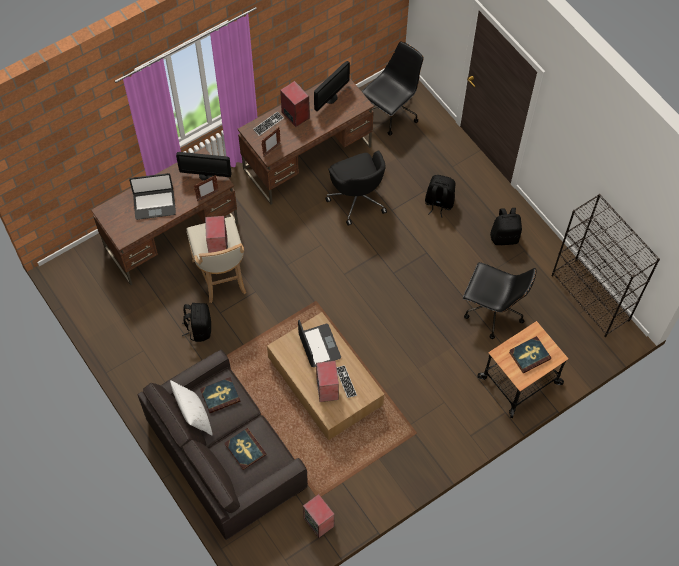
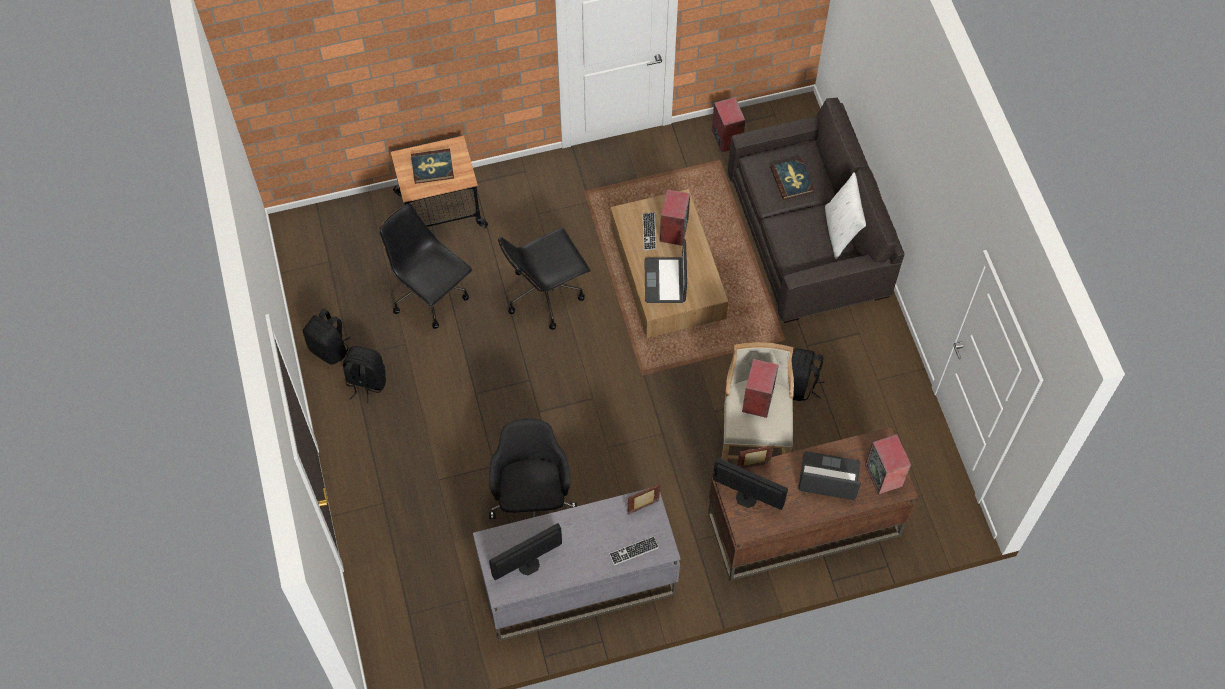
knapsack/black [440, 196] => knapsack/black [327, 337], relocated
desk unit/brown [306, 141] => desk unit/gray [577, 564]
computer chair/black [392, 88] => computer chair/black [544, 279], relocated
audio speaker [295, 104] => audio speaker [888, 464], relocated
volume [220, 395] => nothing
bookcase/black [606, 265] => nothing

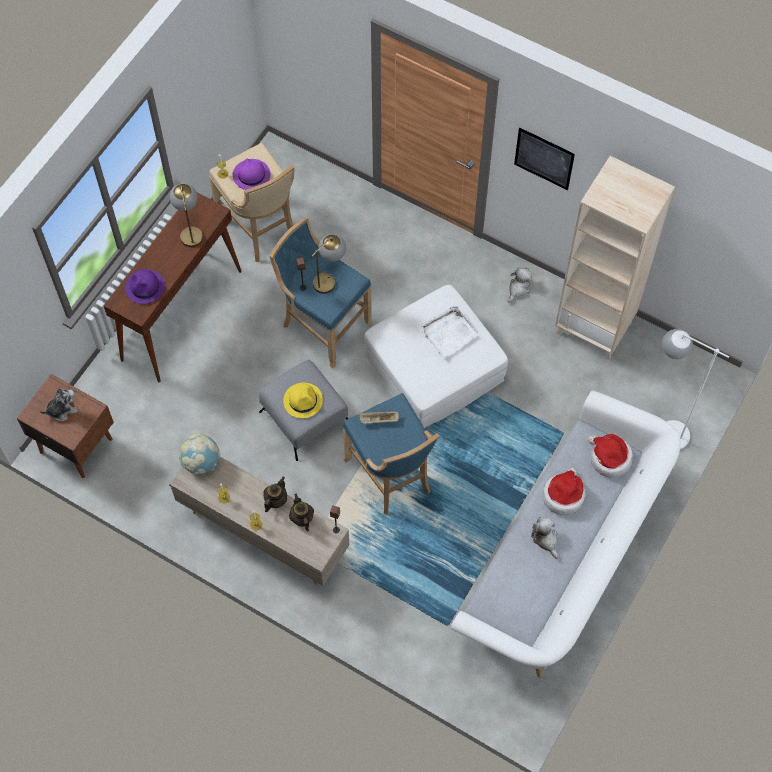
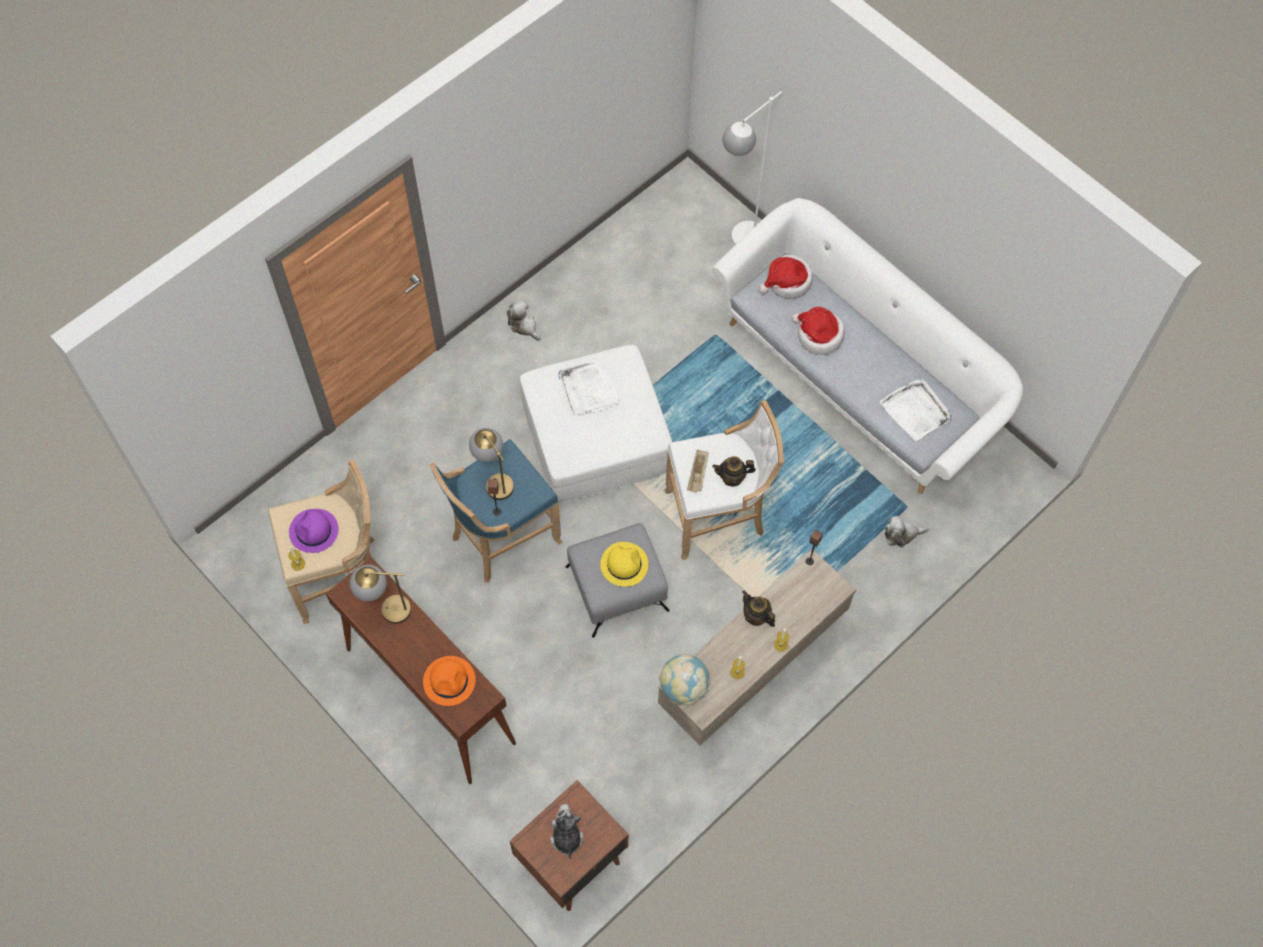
hat/purplish [145, 286] => hat/orange [449, 681]
stool seat/blue [391, 454] => stool seat/whitish [724, 480]
tea pot [301, 512] => tea pot [734, 471], relocated
nothing => serving tray/whitish [915, 410]
soft toy [544, 538] => soft toy [906, 531], relocated
picture [544, 159] => nothing
bookcase/beige [615, 258] => nothing

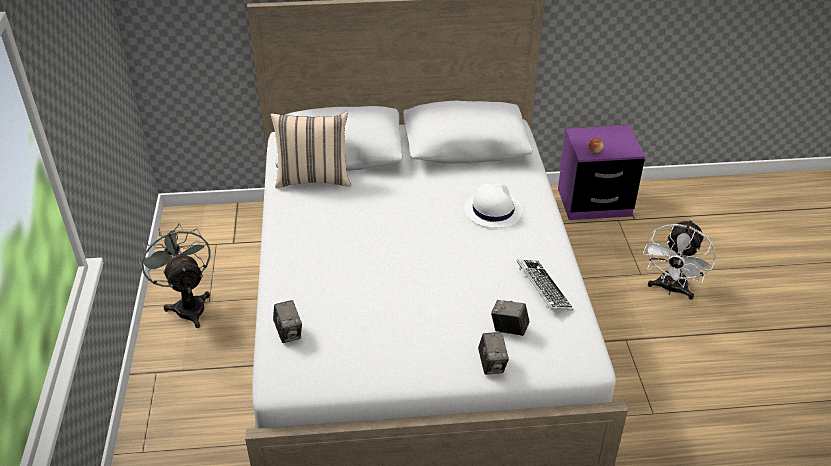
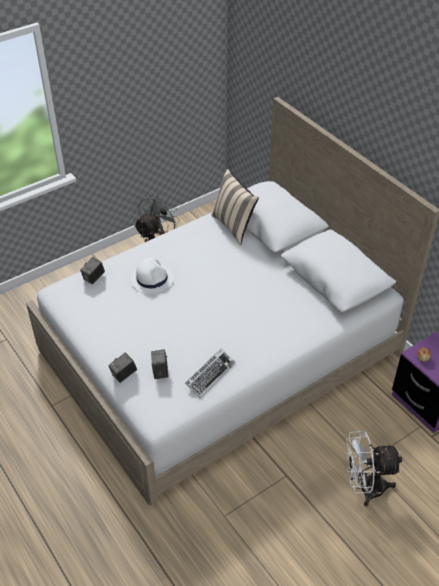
hat/whitish [493, 206] => hat/whitish [152, 276], relocated

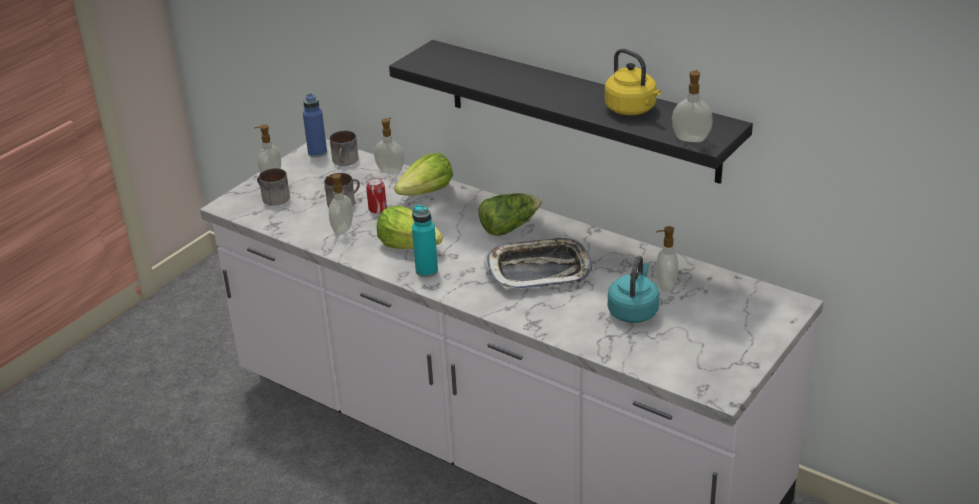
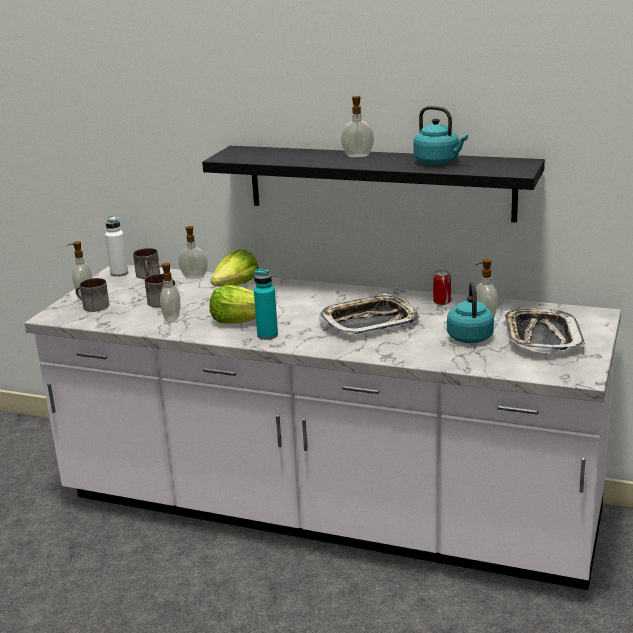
bottle/blue [315, 125] => bottle/whitish [116, 246]
liquid soap bottle [692, 106] => liquid soap bottle [357, 126], relocated
tea kettle/yellow-coloured [633, 82] => tea kettle/blue-green [441, 135]
sealed can [376, 196] => sealed can [442, 287], relocated
nothing => serving tray [544, 331]
lettuce [510, 214] => nothing

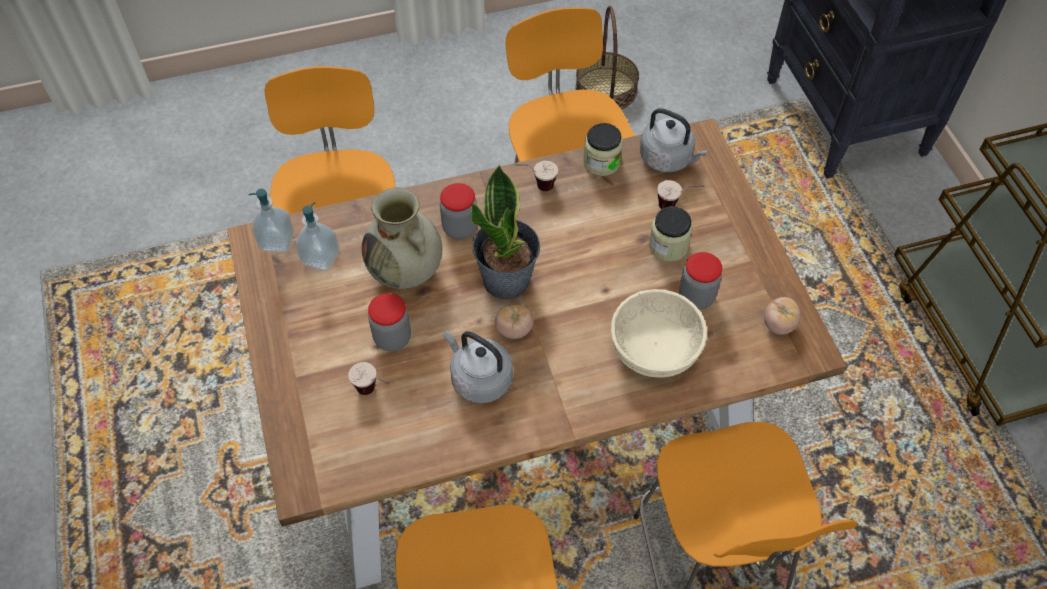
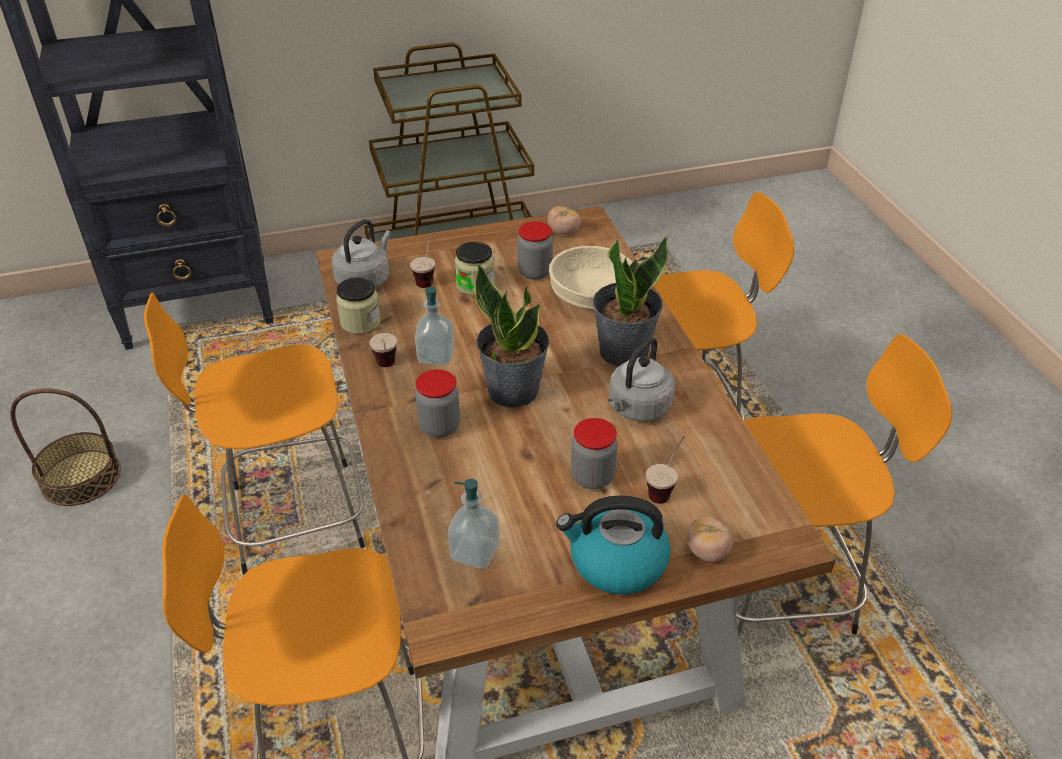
liquid soap bottle [271, 221] => liquid soap bottle [435, 326], relocated
nothing => tea kettle [613, 545]
nothing => houseplant [630, 301]
tomato [514, 322] => tomato [710, 539], relocated
decorative vase/beige [402, 238] => nothing

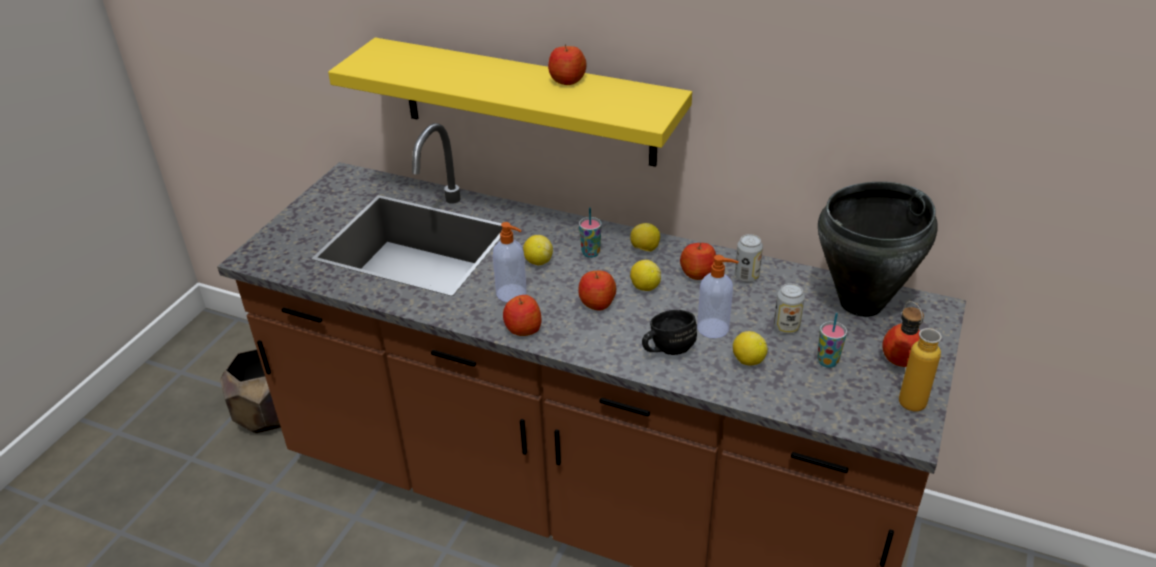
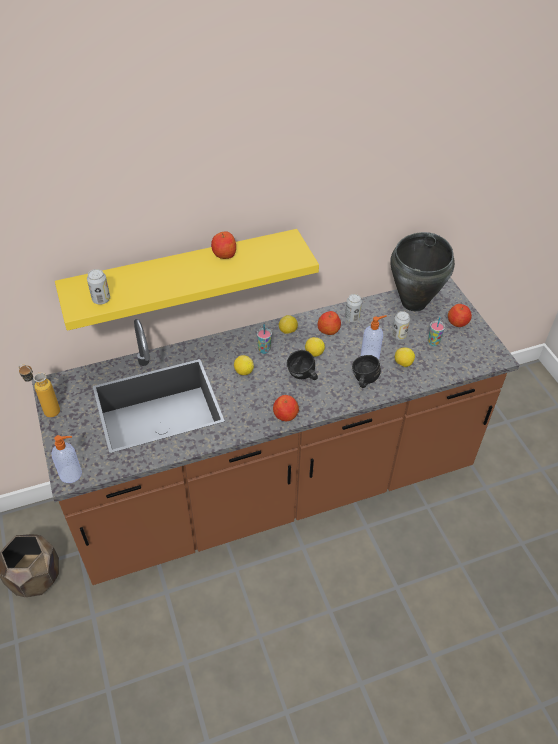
bottle [920, 356] => bottle [39, 391], relocated
liquid soap bottle [510, 262] => liquid soap bottle [67, 459], relocated
nothing => sealed can [98, 287]
whole apple [597, 291] => mug/black [302, 365]

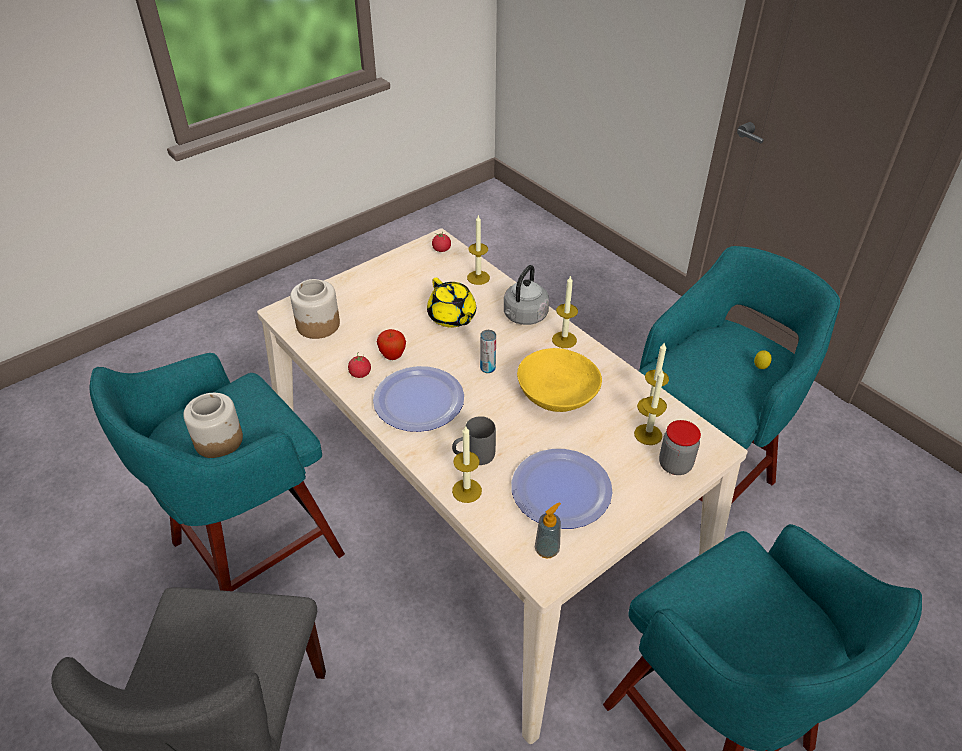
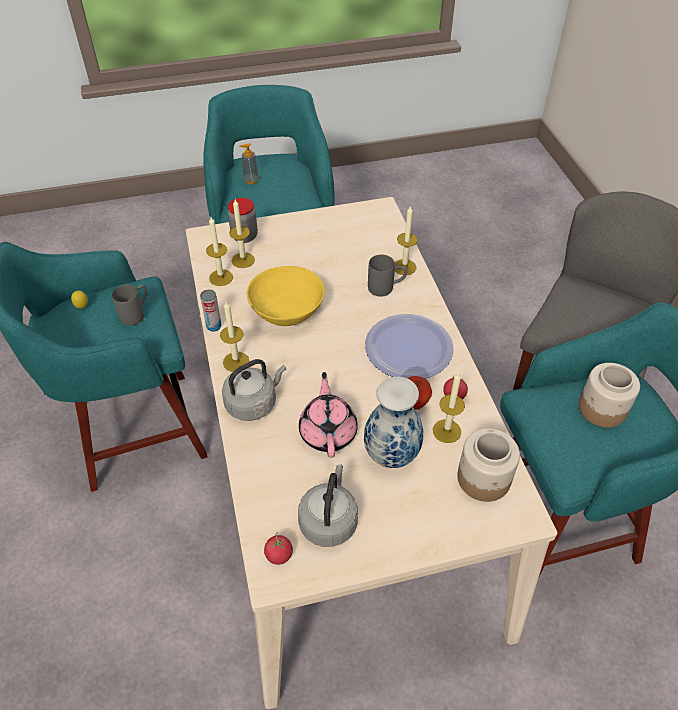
nothing => mug/gray [129, 305]
sealed can [488, 351] => sealed can [211, 311], relocated
liquid soap bottle [548, 530] => liquid soap bottle [249, 163], relocated
nothing => tea kettle/gray [328, 505]
tea pot/yellow-coloured [451, 303] => tea pot/pinkish [328, 415]
nothing => decorative vase [393, 422]
wax light [478, 249] => wax light [449, 407], relocated
dinner plate [562, 489] => nothing

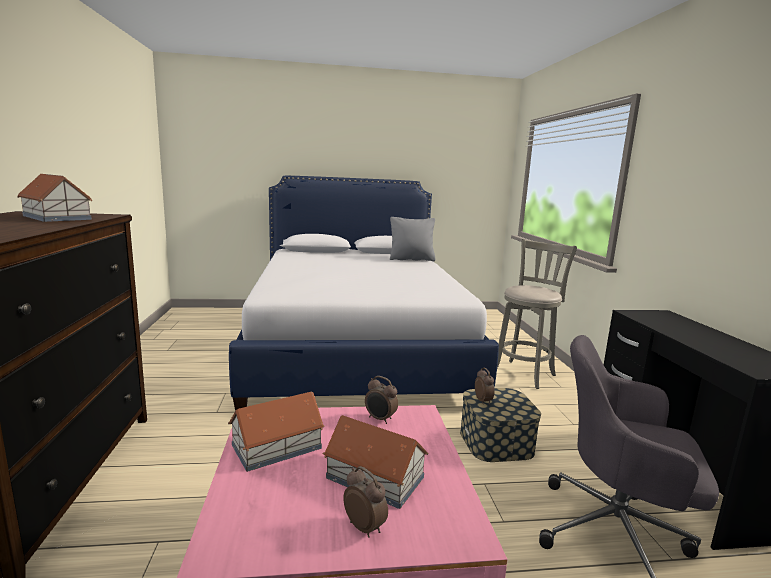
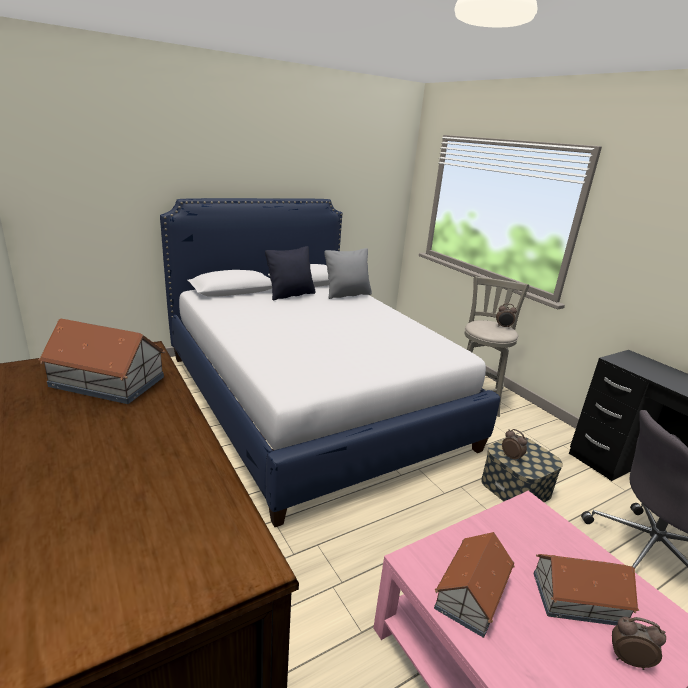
nothing => cushion/black [290, 273]
table clock [381, 400] => table clock [506, 316], relocated

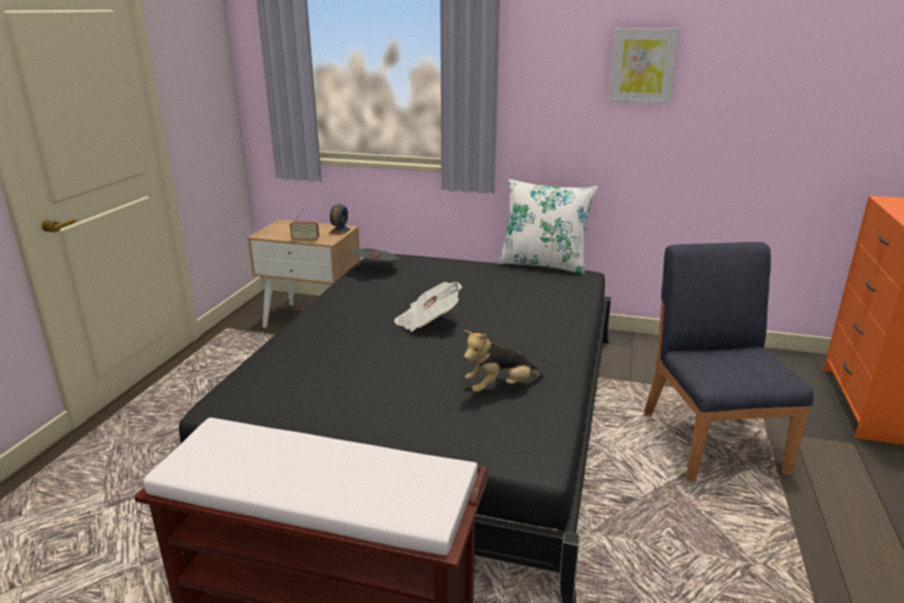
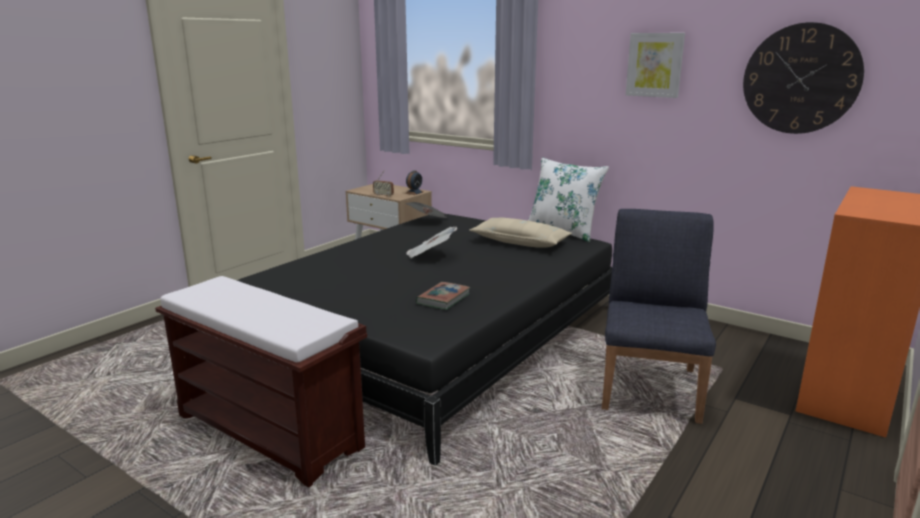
soft toy [504, 361] => volume [443, 296]
nothing => cushion/beige [520, 233]
nothing => hanging clock [803, 78]

